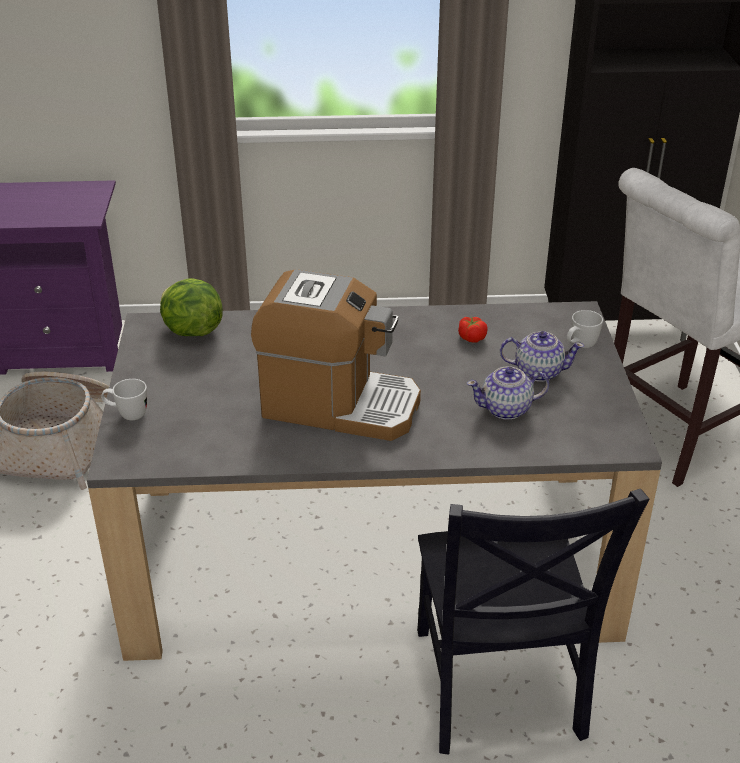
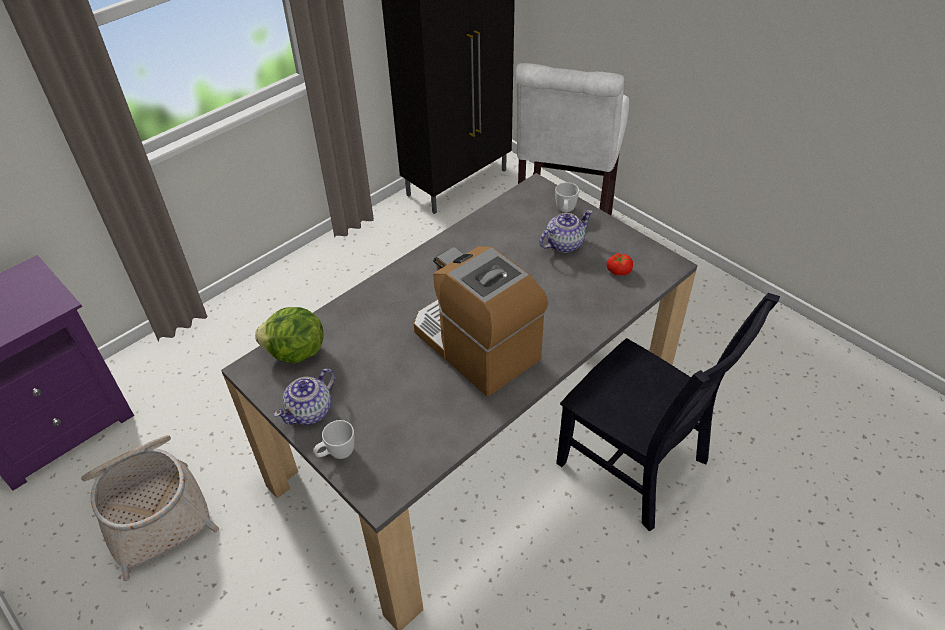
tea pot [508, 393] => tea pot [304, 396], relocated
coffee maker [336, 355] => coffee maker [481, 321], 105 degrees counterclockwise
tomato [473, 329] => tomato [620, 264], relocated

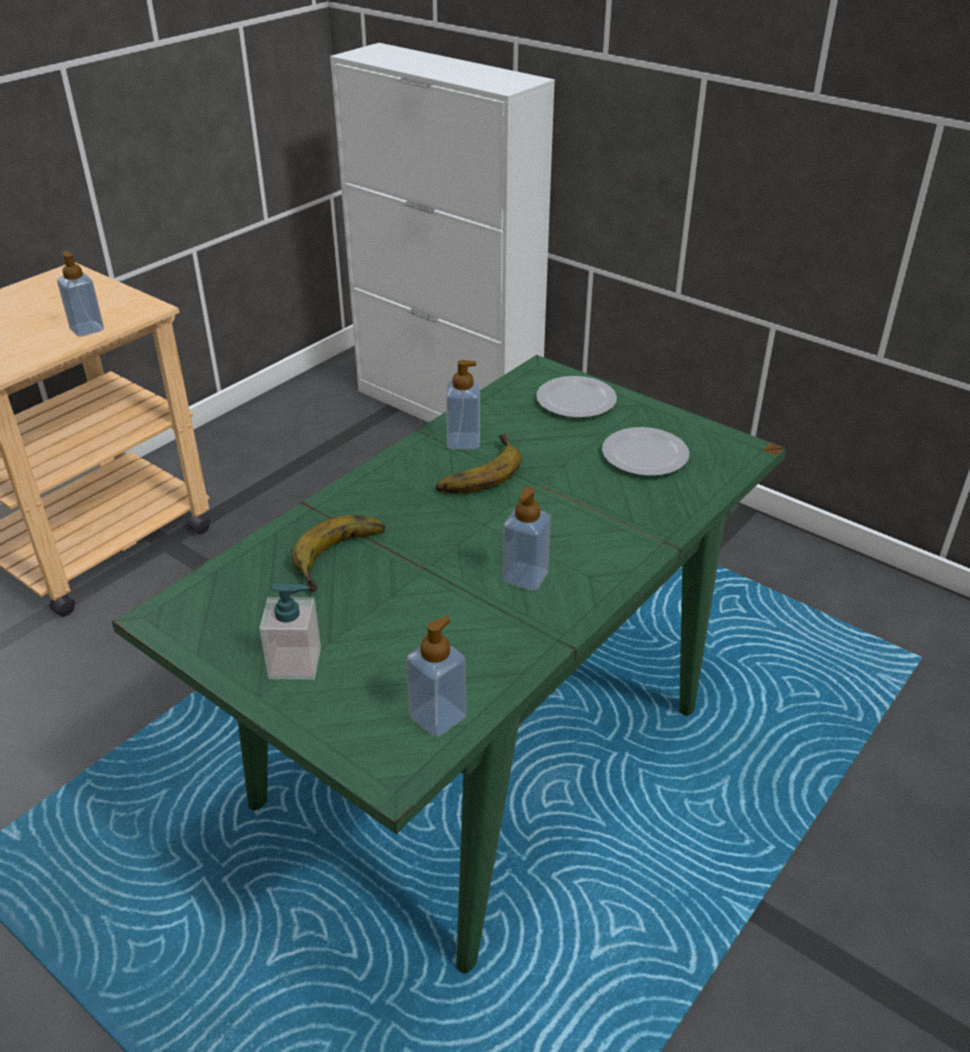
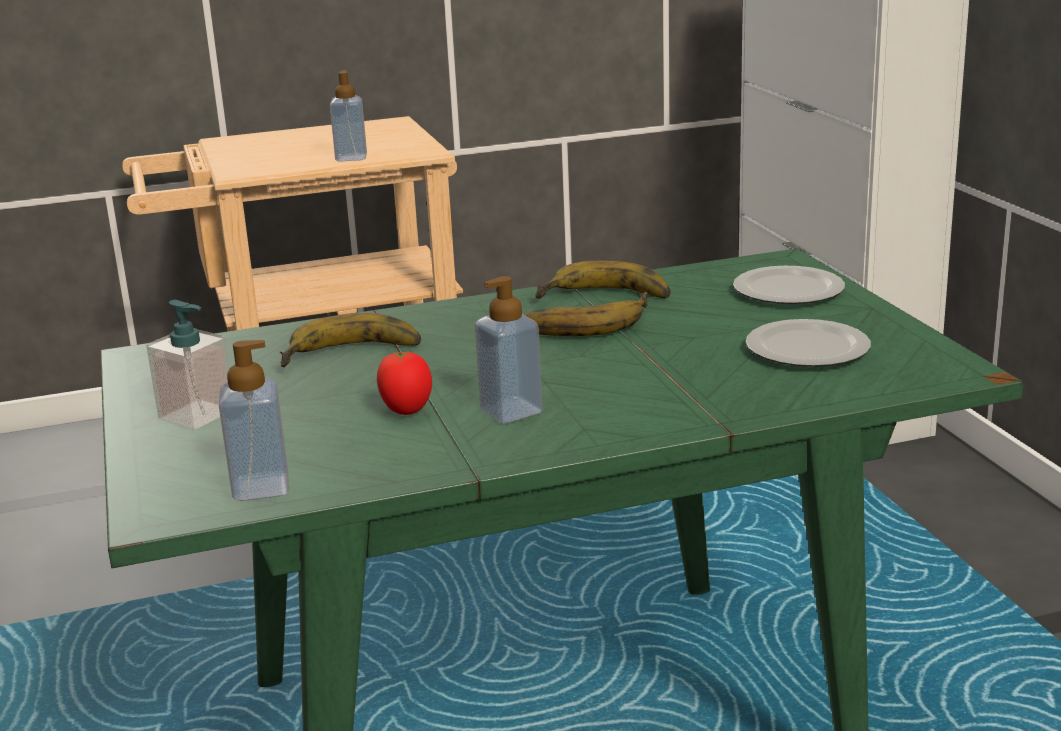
nothing => tomato [404, 383]
liquid soap bottle [463, 405] => banana [603, 280]

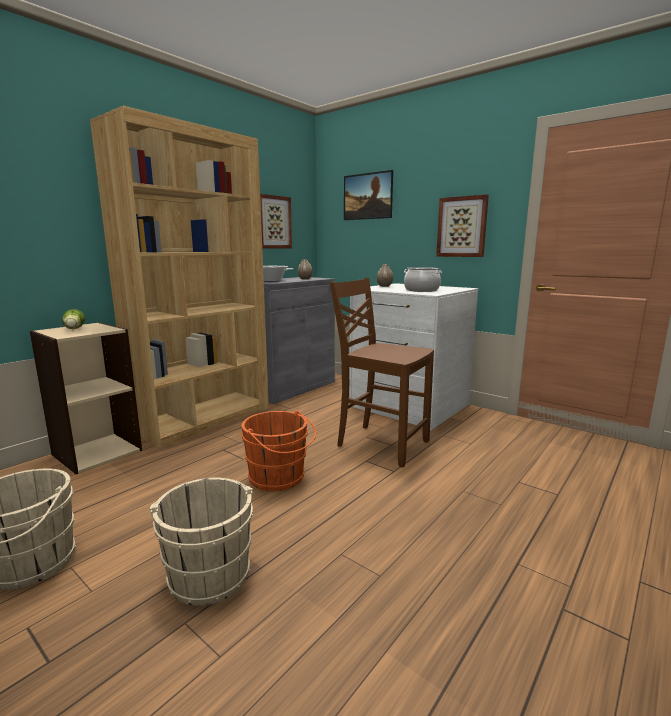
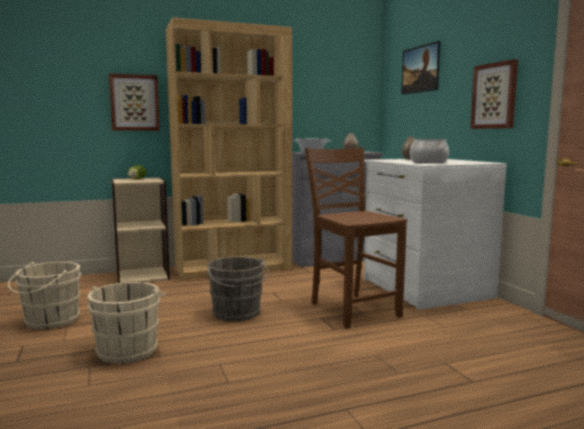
picture [276, 221] => picture [134, 102], relocated
bucket/orange [278, 450] => bucket/gray [238, 289]

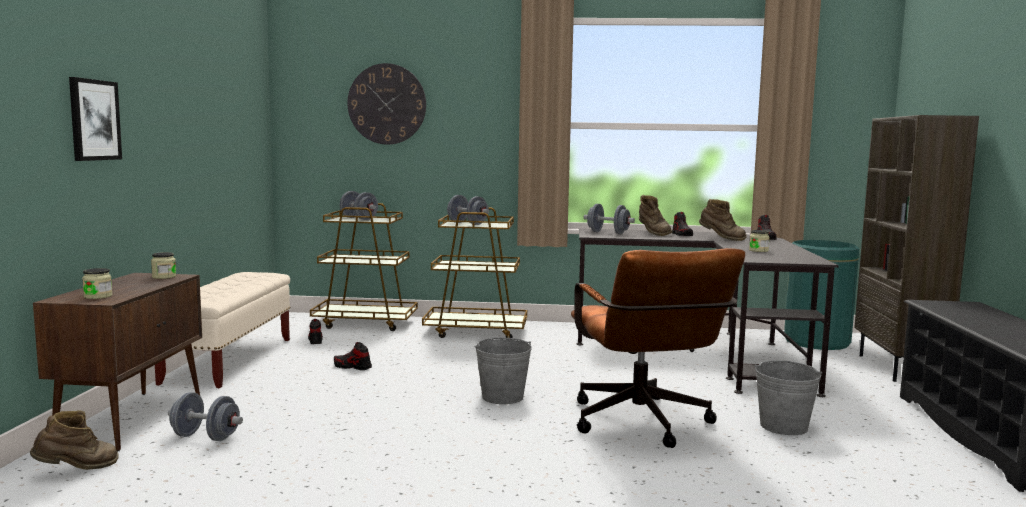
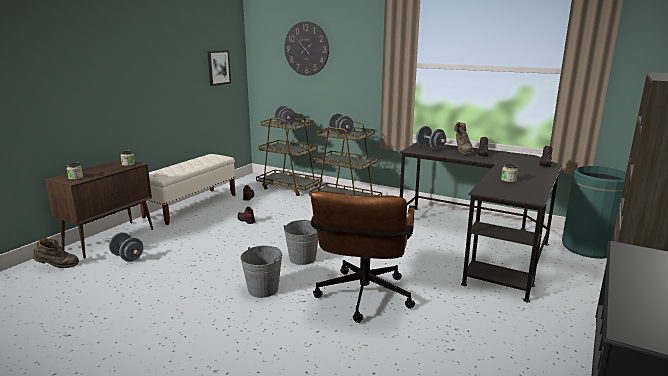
picture [95, 119] => picture [219, 68], relocated
bucket/gray [788, 398] => bucket/gray [261, 272], relocated
high-top boot/brown [723, 220] => nothing

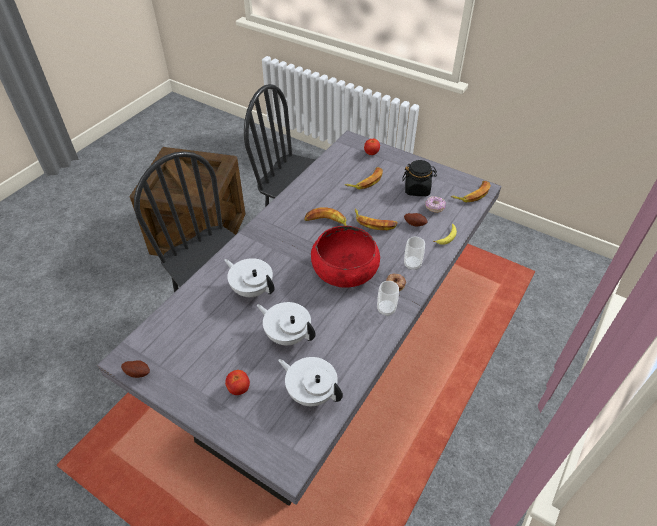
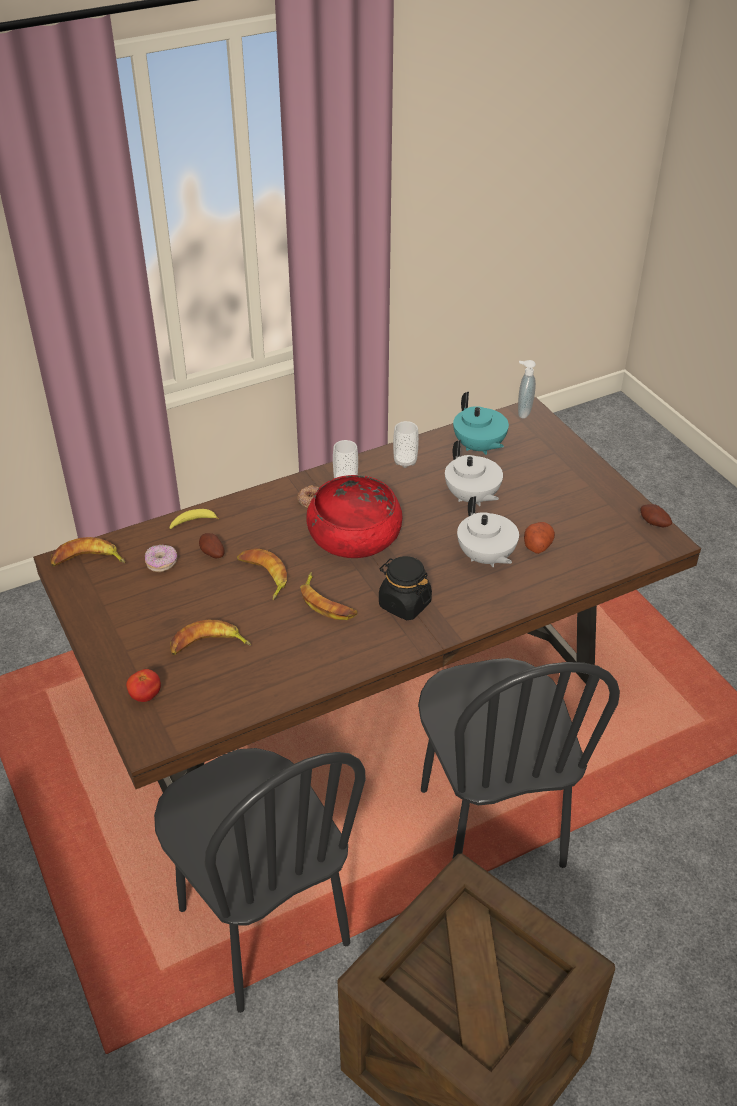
dinner table/gray [299, 318] => dinner table/brown [367, 595]
storage jar/black [419, 178] => storage jar/black [405, 588], relocated
drinking cup [414, 253] => drinking cup [406, 444], relocated
tea pot/whitish [310, 381] => tea pot/blue-green [481, 423]
nothing => liquid soap bottle [527, 389]
nothing => whole potato [539, 538]
tomato [237, 382] => nothing

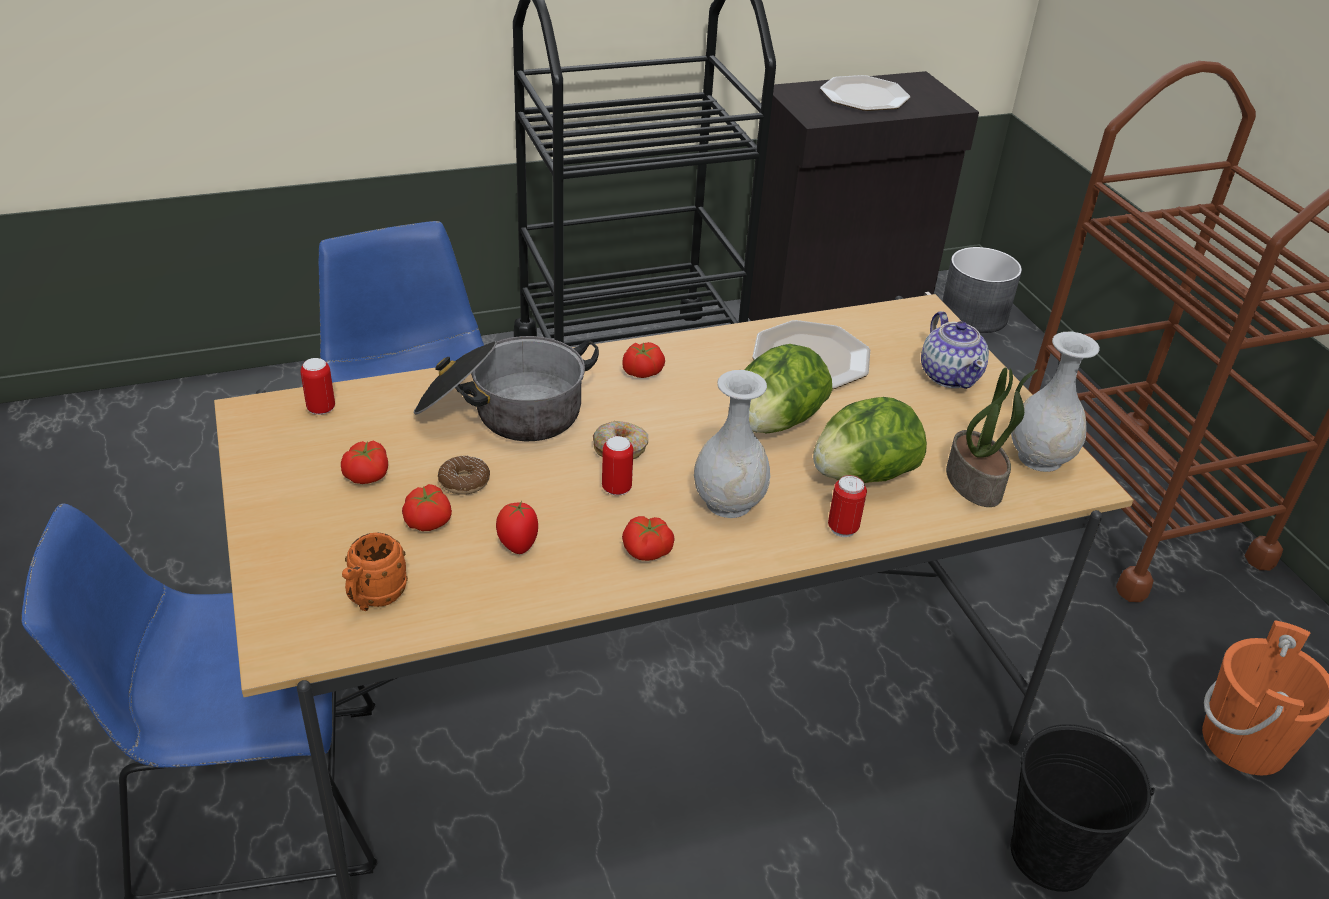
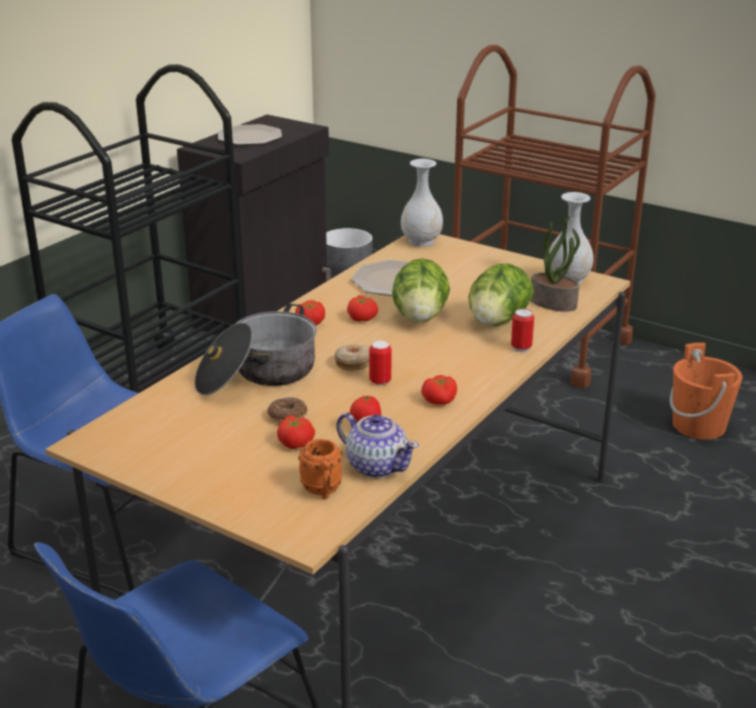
tea pot [955, 350] => tea pot [377, 445], relocated
tomato [364, 462] => tomato [362, 308], relocated
decorative vase/whitish [732, 444] => decorative vase/whitish [422, 203], relocated
sealed can [318, 386] => nothing
bucket/black [1082, 808] => nothing

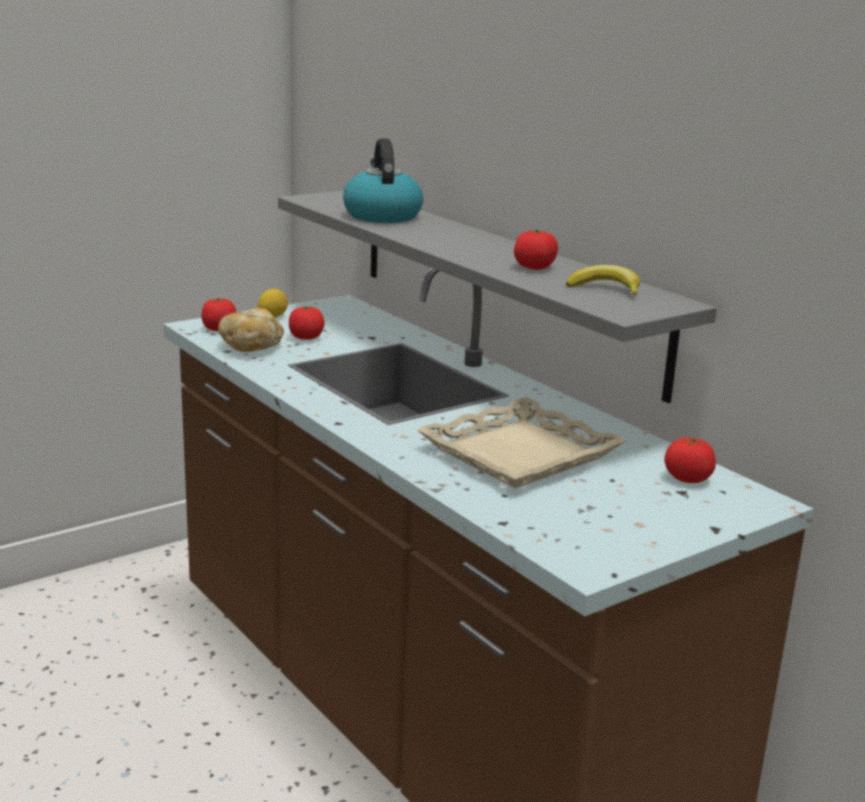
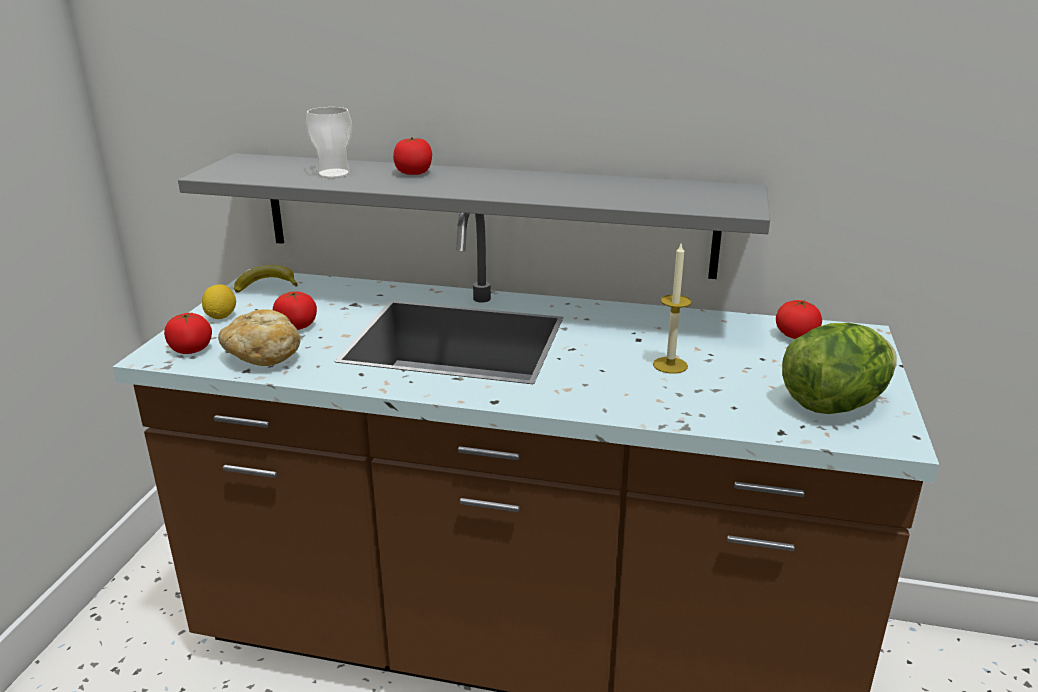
banana [603, 280] => banana [266, 279], relocated
tea kettle [383, 181] => drinking cup [329, 142]
tomato [536, 250] => tomato [412, 156], relocated
serving tray/beige [521, 442] => wax light [672, 309]
nothing => lettuce [839, 368]

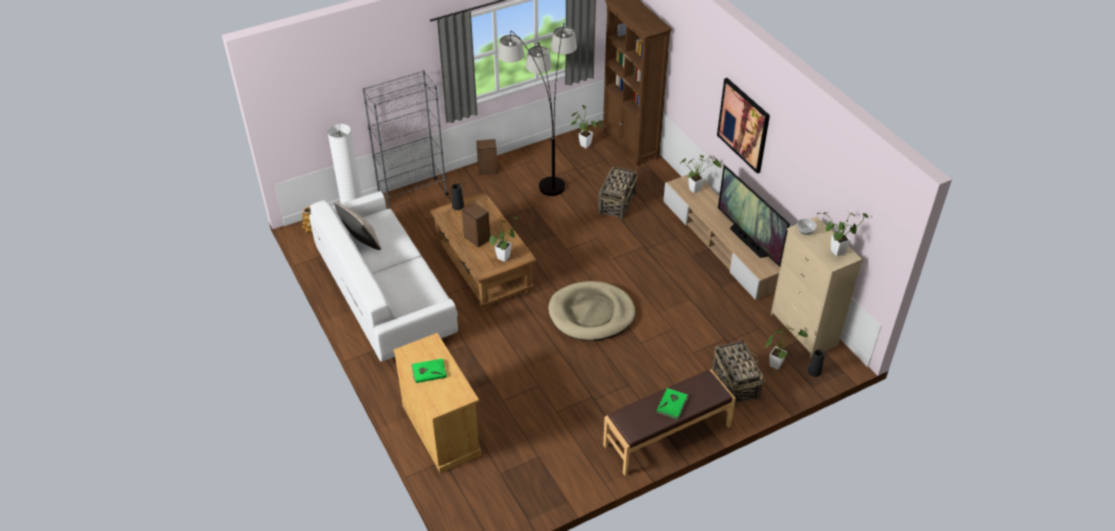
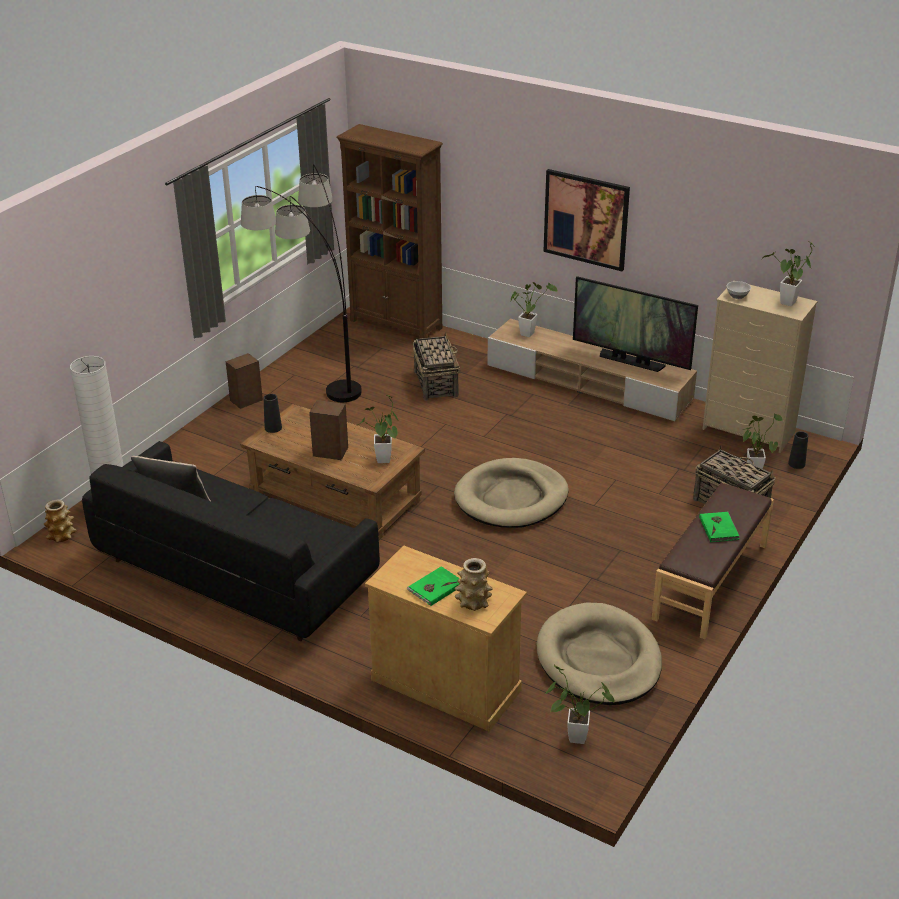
couch/whitish [384, 276] => couch/black [231, 541]
nothing => decorative vase [474, 584]
nothing => dog cushion/beige [599, 653]
houseplant [586, 126] => houseplant [579, 704], relocated
bookcase/gray [405, 139] => nothing

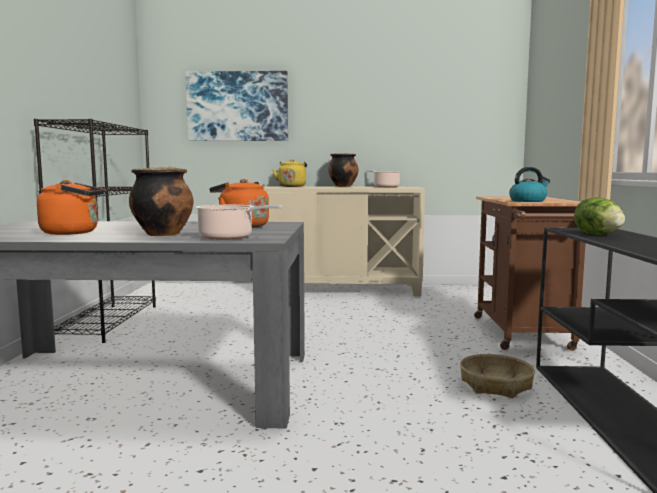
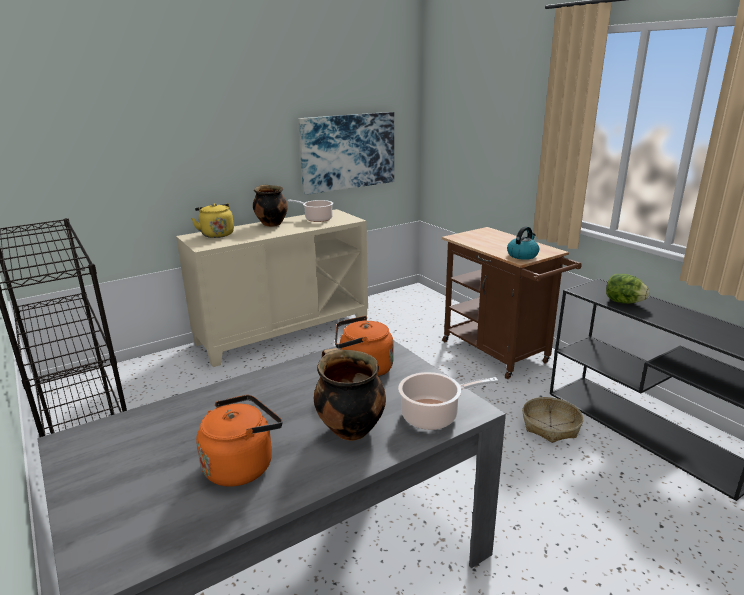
picture [236, 106] => picture [346, 153], relocated

